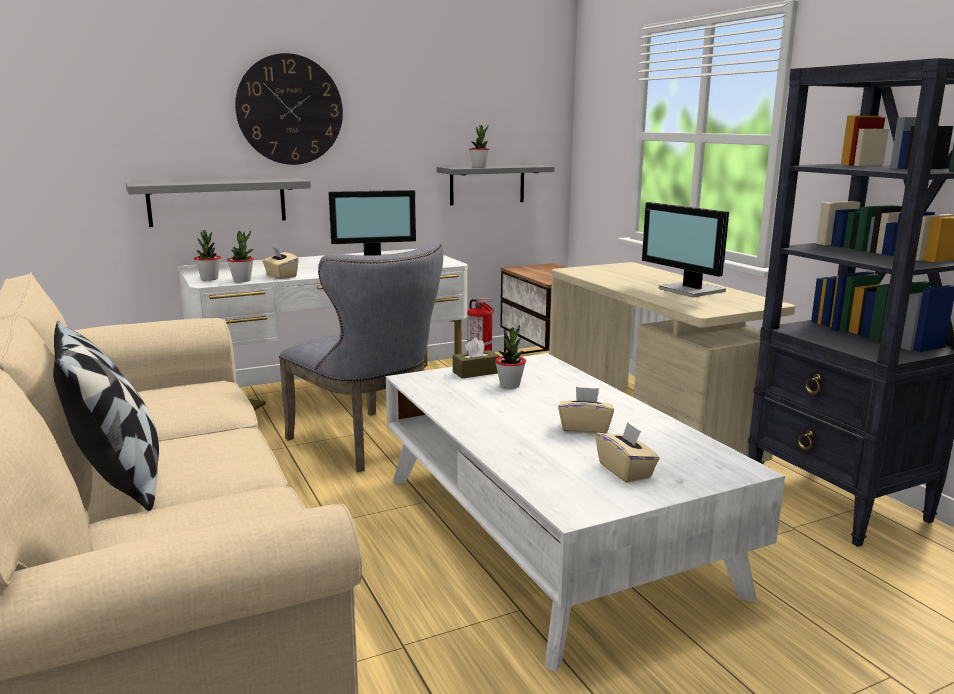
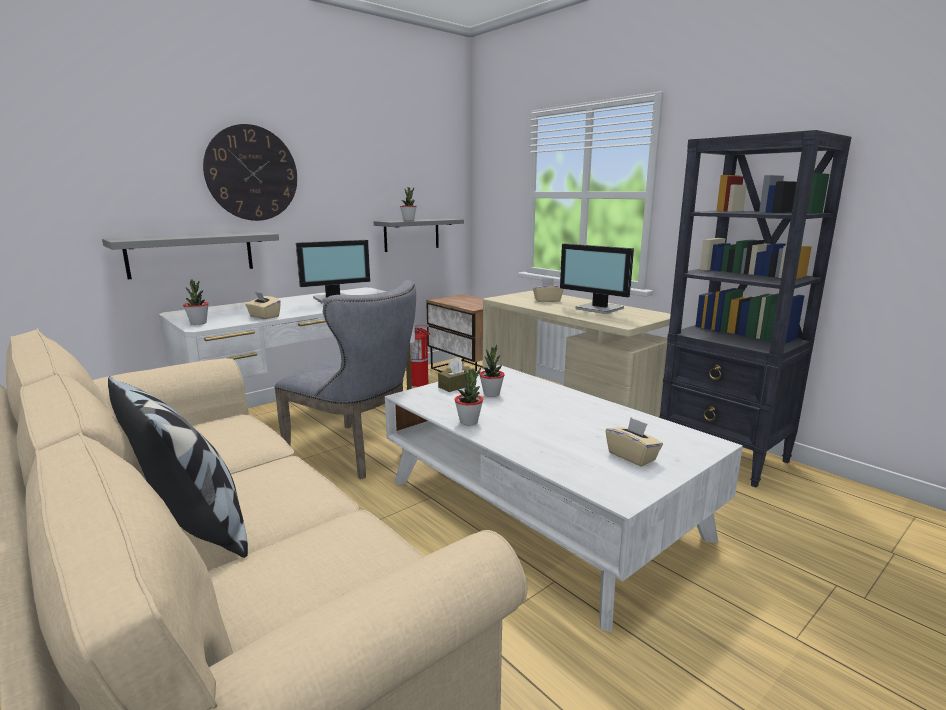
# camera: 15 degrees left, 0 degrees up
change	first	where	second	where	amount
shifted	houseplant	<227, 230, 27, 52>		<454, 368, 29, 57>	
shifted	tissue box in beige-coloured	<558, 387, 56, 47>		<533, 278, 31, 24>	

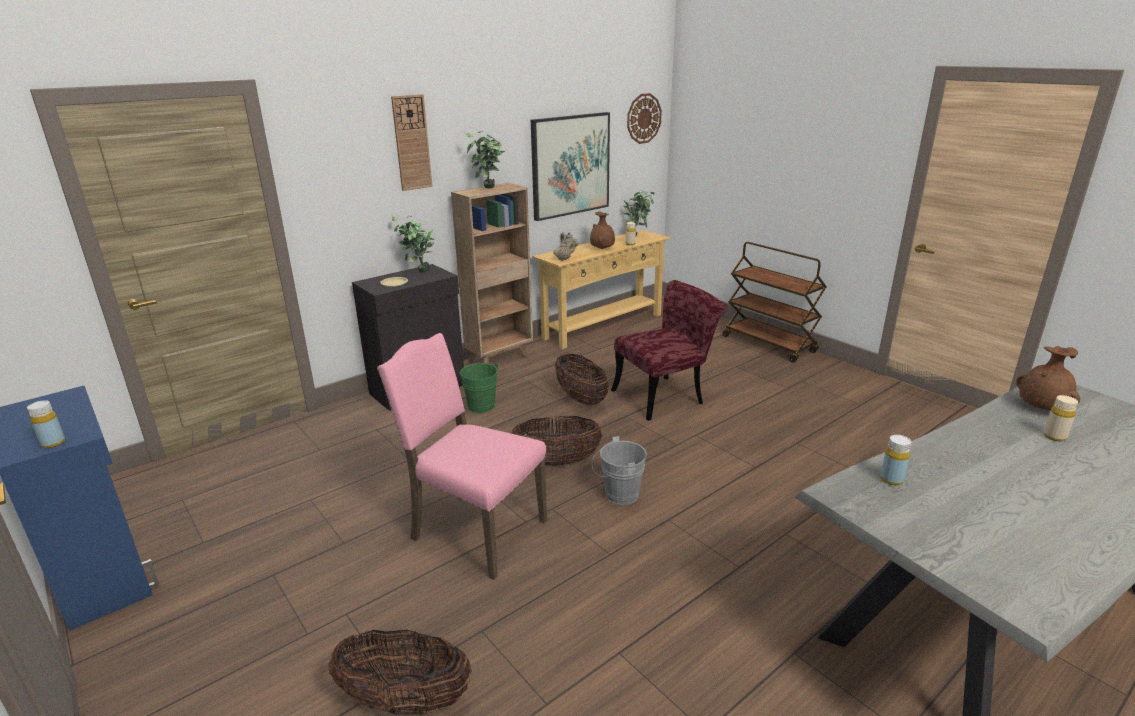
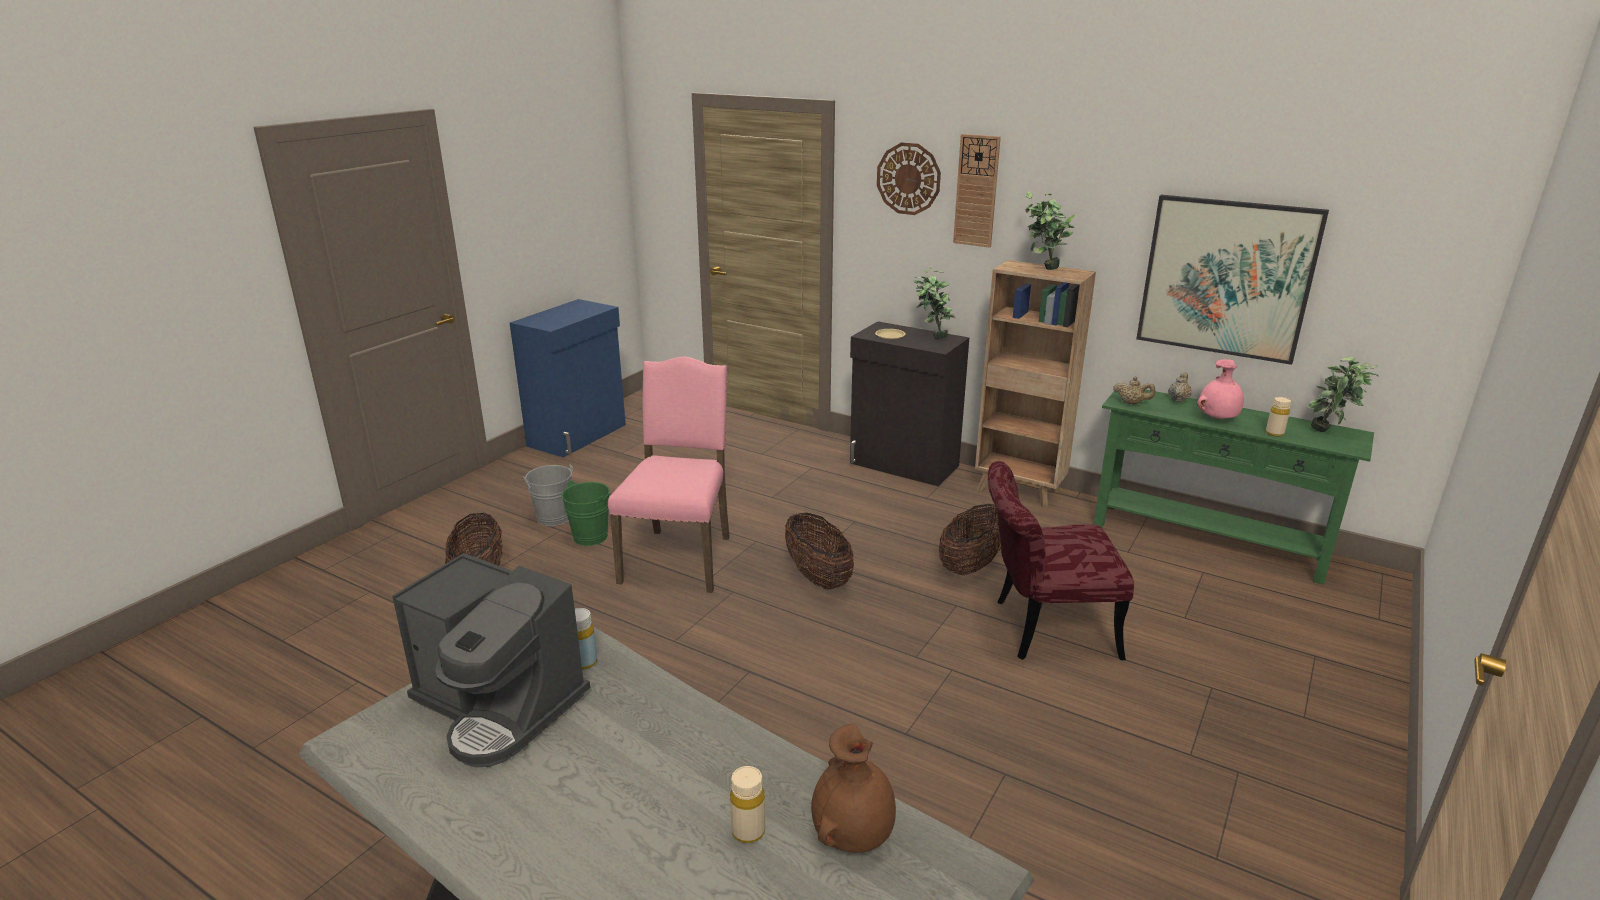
# camera: 70 degrees right, 0 degrees up
change	first	where	second	where	amount
shifted	wall clock	<627, 93, 35, 51>		<877, 142, 64, 73>	
repainted	vase in brown	<590, 212, 25, 37>	vase in pinkish	<1197, 359, 47, 60>	
repainted	hall table in beige-coloured	<532, 230, 139, 119>	hall table in green-coloured	<1094, 389, 280, 196>	
gone	trolley in brown	<723, 242, 104, 121>			
rotated	upright chair in red-coloured	<611, 280, 116, 141>		<988, 461, 146, 199>	135 degrees clockwise
shifted	water bucket in green-coloured	<459, 363, 39, 50>		<561, 480, 50, 66>	
gone	beverage bottle in yellowish	<27, 400, 38, 48>			
shifted	water bucket in gray	<592, 436, 55, 69>		<523, 464, 50, 62>	
new			coffee brewer	<392, 553, 198, 214>	

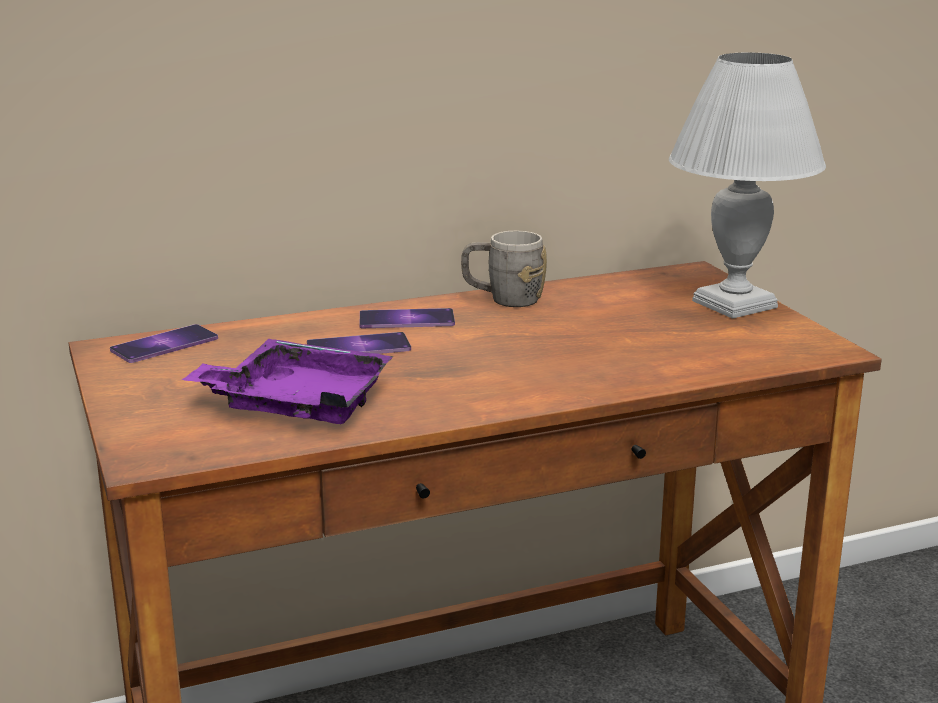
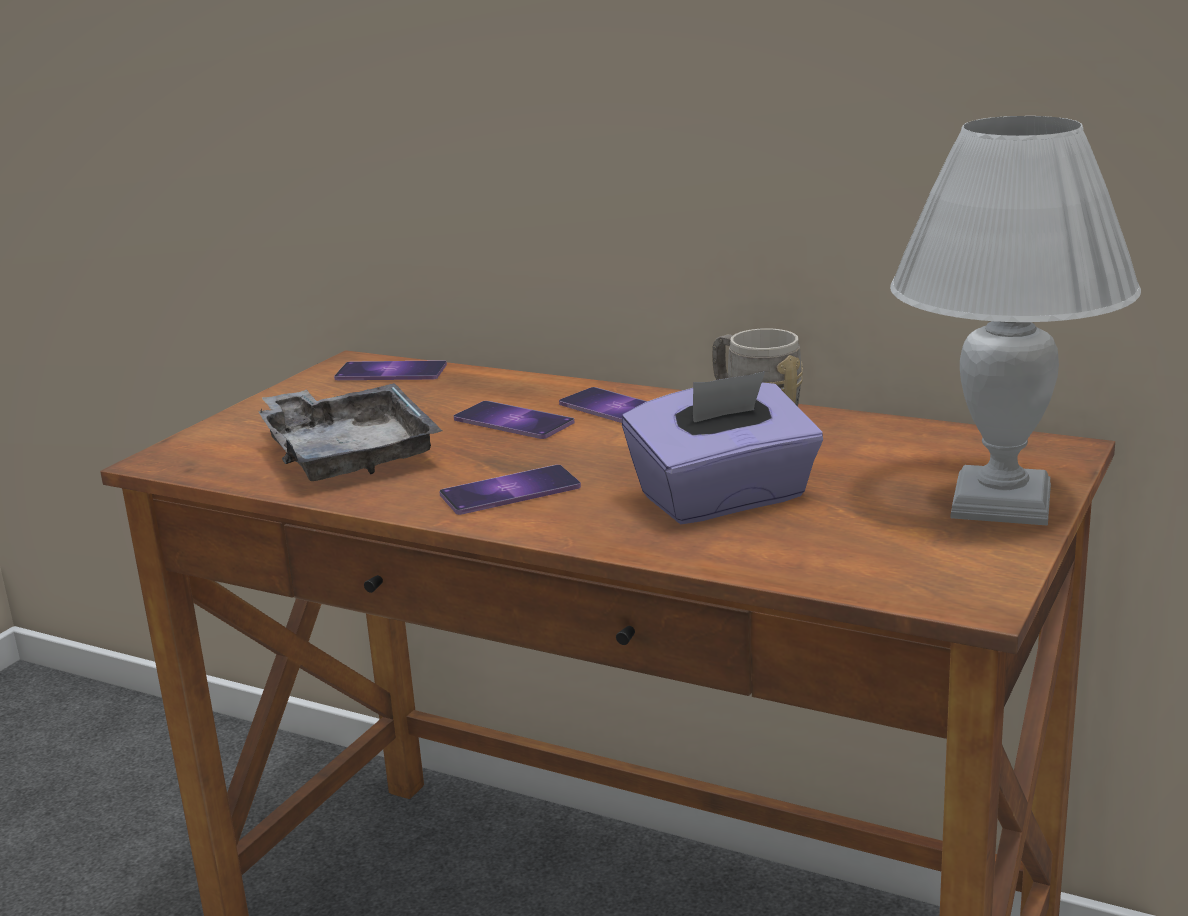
# camera: 50 degrees right, 0 degrees up
change	first	where	second	where	amount
repainted	serving tray in purple-coloured	<181, 339, 212, 85>	serving tray in gray	<258, 383, 184, 98>	
new			tissue box in purple-coloured	<622, 371, 201, 154>	
new			handset	<439, 465, 142, 50>	

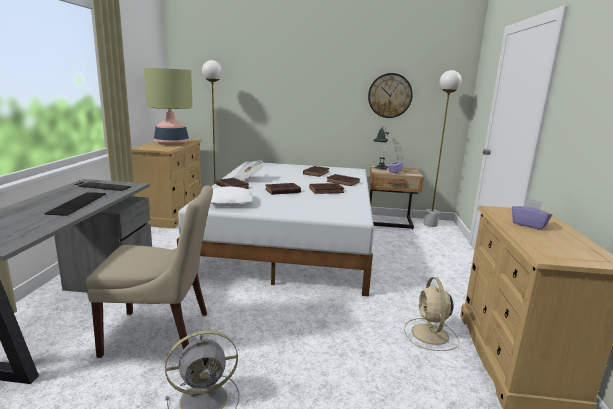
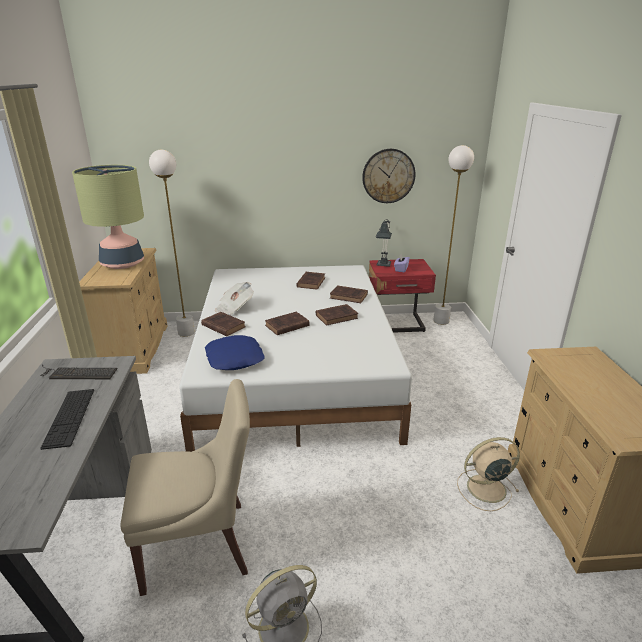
# camera: 10 degrees left, 10 degrees up
change	first	where	second	where	amount
repainted	night table in beige-coloured	<369, 166, 55, 63>	night table in red-coloured	<369, 259, 67, 74>	
repainted	cushion in white	<211, 186, 42, 20>	cushion in blue-coloured	<205, 335, 60, 35>	
gone	tissue box in purple-coloured	<512, 198, 40, 32>			
rotated	electric fan in beige-coloured	<404, 277, 55, 74>		<457, 437, 63, 74>	90 degrees clockwise

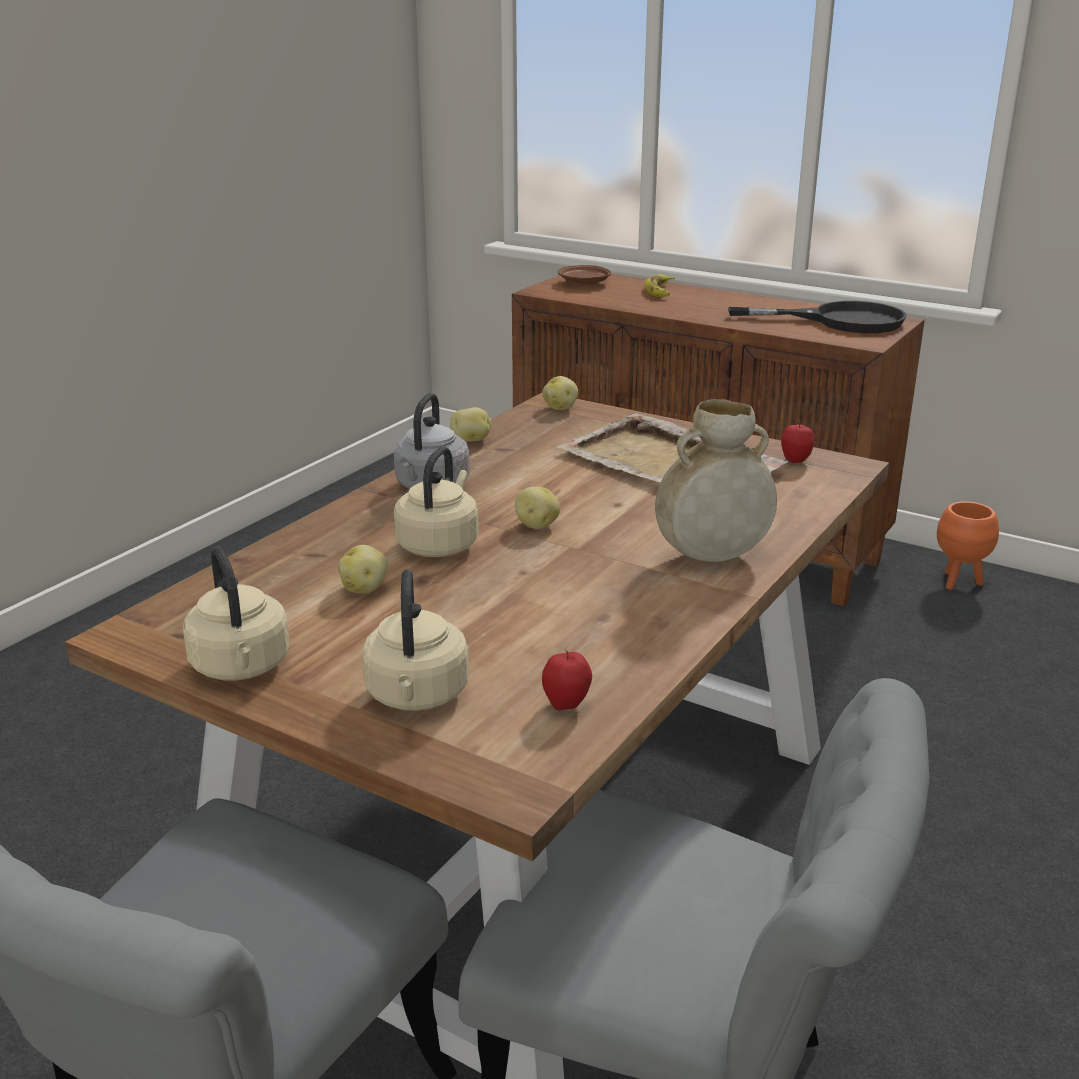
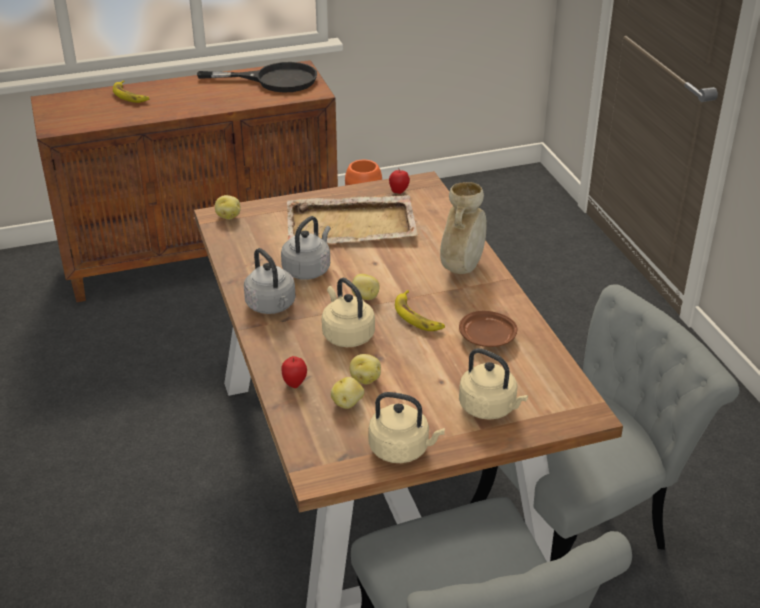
# camera: 50 degrees left, 10 degrees up
change	first	where	second	where	amount
shifted	flat dish in brown	<558, 265, 53, 20>		<459, 311, 58, 36>	
rotated	skillet in black	<728, 301, 178, 32>		<197, 62, 120, 31>	45 degrees clockwise
shifted	spud	<450, 407, 42, 35>		<331, 377, 33, 32>	
shifted	apple	<542, 650, 50, 60>		<281, 356, 26, 32>	
new			tea kettle in gray	<281, 216, 50, 64>	
new			whole banana	<395, 290, 50, 41>	

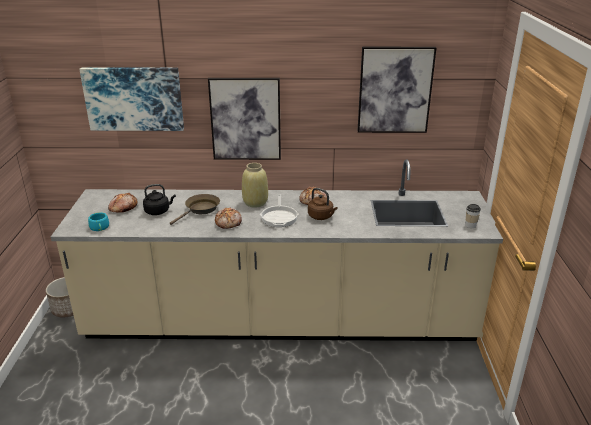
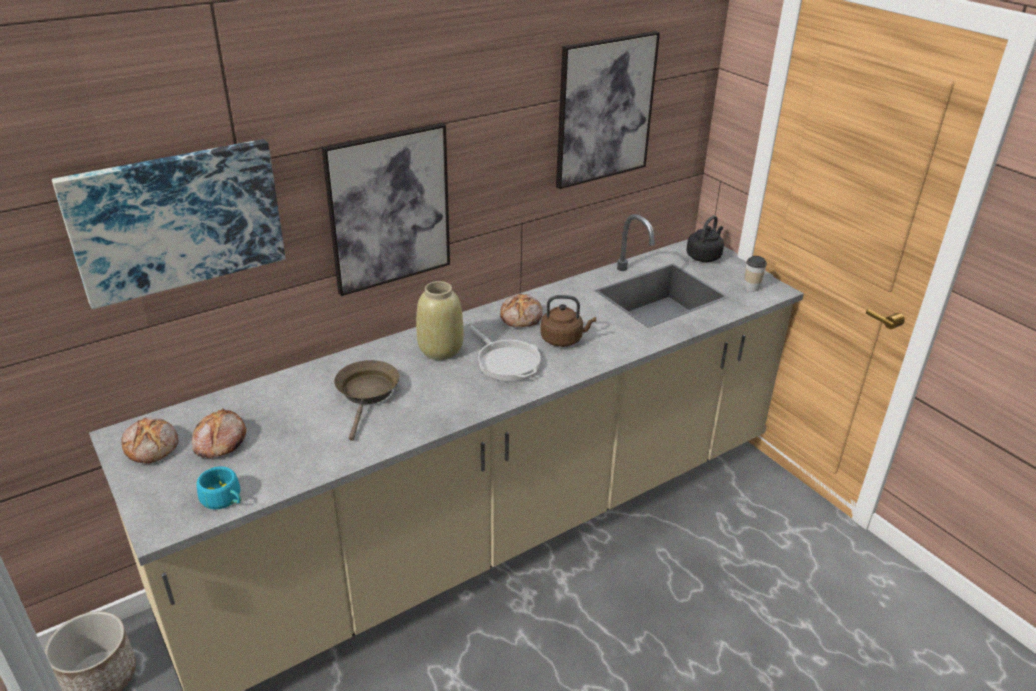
# camera: 35 degrees left, 5 degrees up
change	first	where	second	where	amount
shifted	tea kettle in black	<143, 184, 33, 31>		<687, 215, 37, 47>	
shifted	bread	<215, 207, 27, 22>		<121, 418, 57, 46>	

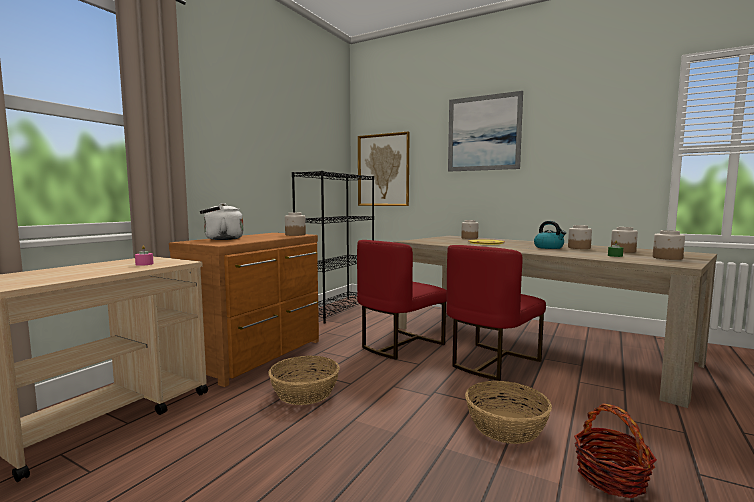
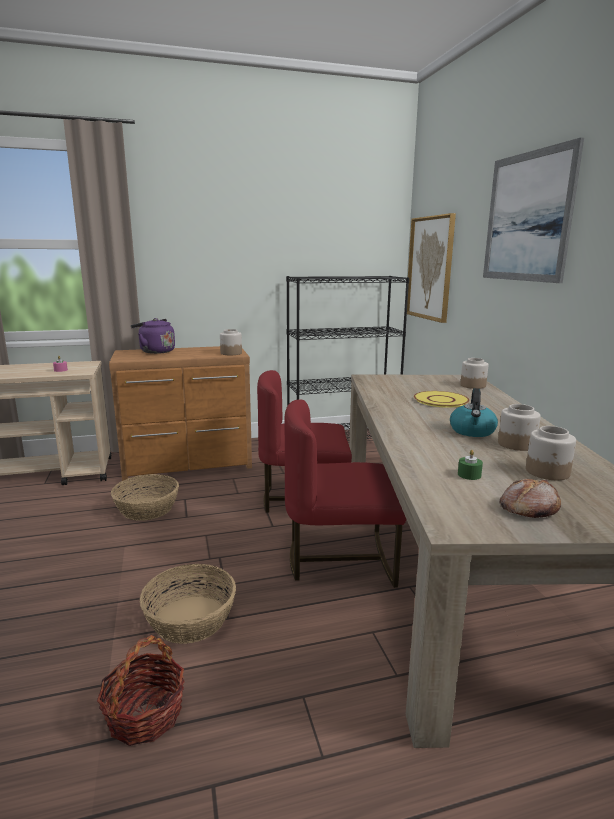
# camera: 45 degrees right, 10 degrees up
change	first	where	second	where	amount
repainted	tea kettle in white	<200, 203, 44, 37>	tea kettle in purple-coloured	<131, 318, 44, 36>	
swapped	preserve jar	<653, 230, 32, 30>	bread	<499, 478, 62, 40>	

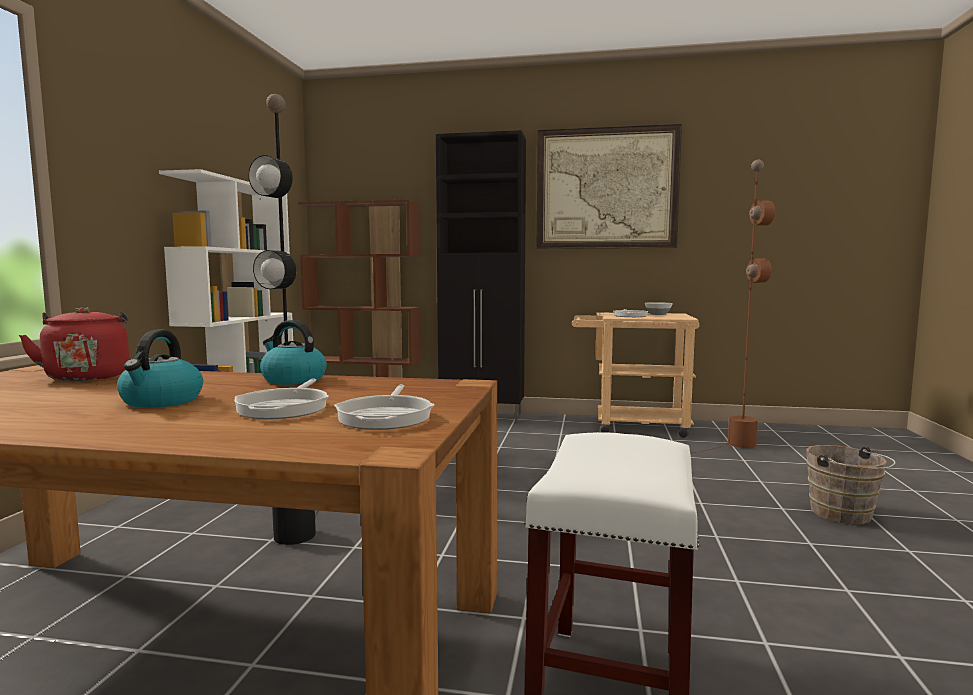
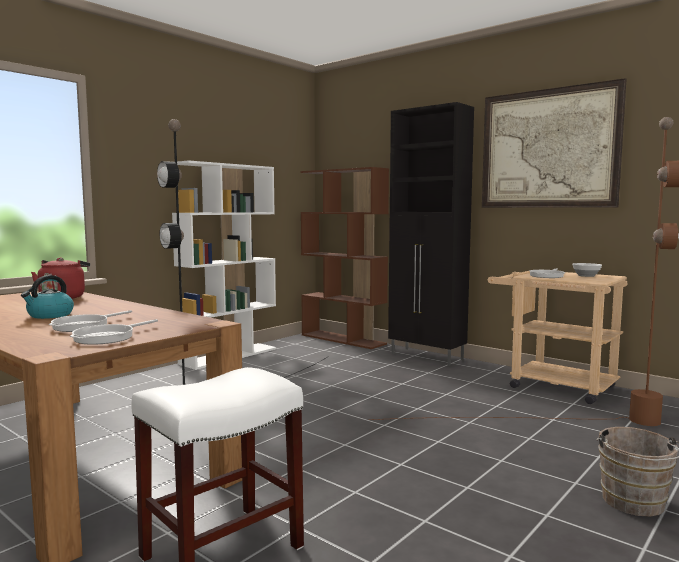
# camera: 30 degrees right, 0 degrees up
change	first	where	second	where	amount
gone	tea kettle	<260, 320, 67, 65>			

